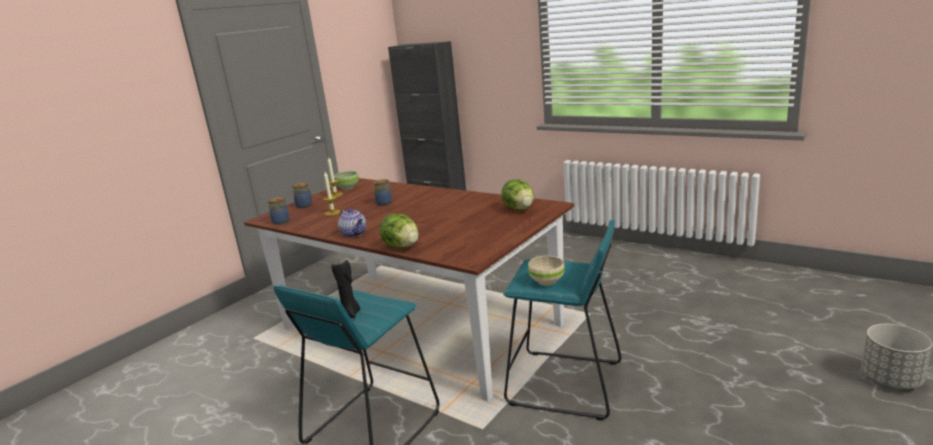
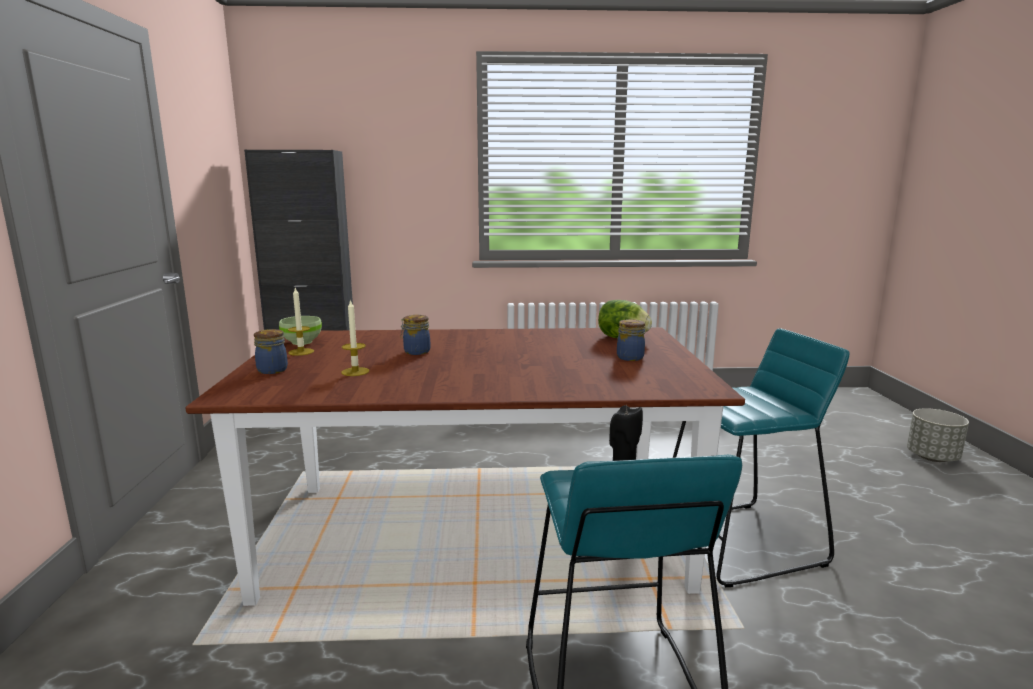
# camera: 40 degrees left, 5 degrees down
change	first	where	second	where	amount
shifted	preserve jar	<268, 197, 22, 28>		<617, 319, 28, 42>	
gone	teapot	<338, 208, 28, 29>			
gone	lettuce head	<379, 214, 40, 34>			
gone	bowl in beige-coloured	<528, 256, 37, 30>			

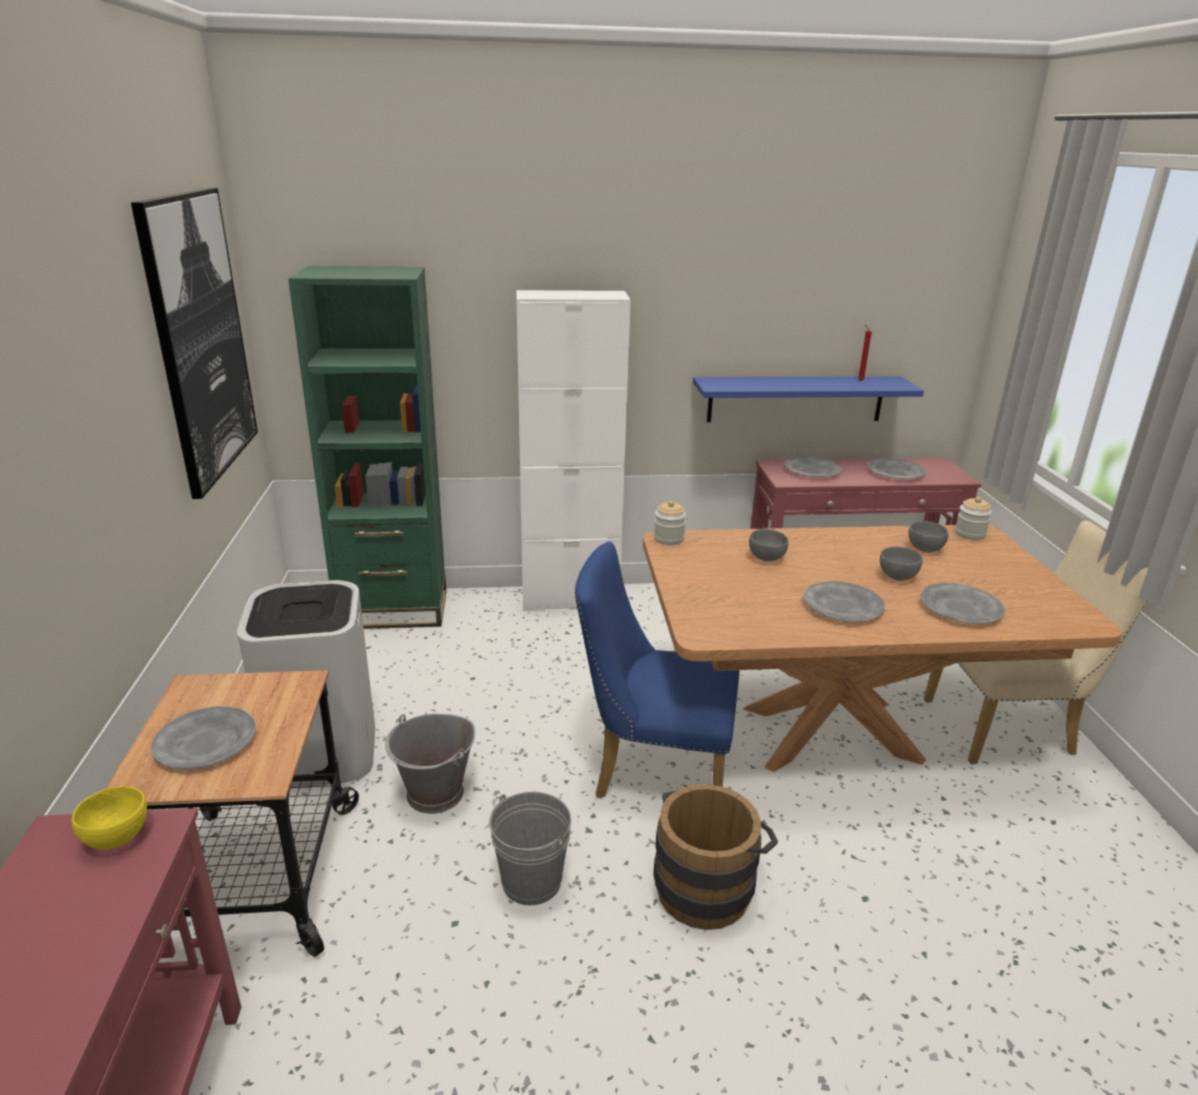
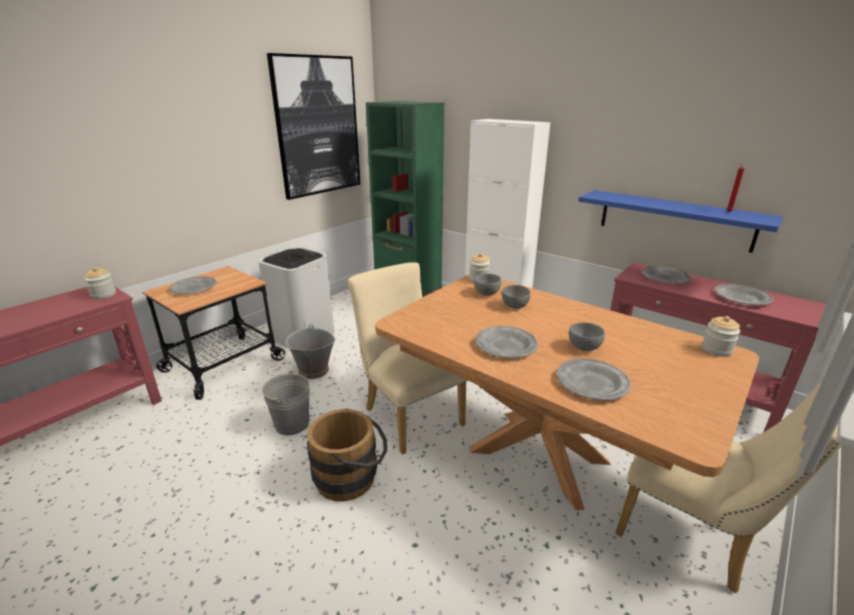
# camera: 45 degrees right, 0 degrees up
change	first	where	second	where	amount
shifted	bowl in gray	<908, 521, 40, 31>		<474, 274, 27, 22>	
repainted	upright chair in blue-coloured	<575, 542, 164, 256>	upright chair in beige-coloured	<348, 262, 120, 193>	
swapped	bowl in yellowish	<72, 786, 75, 63>	preserve jar	<85, 267, 31, 32>	

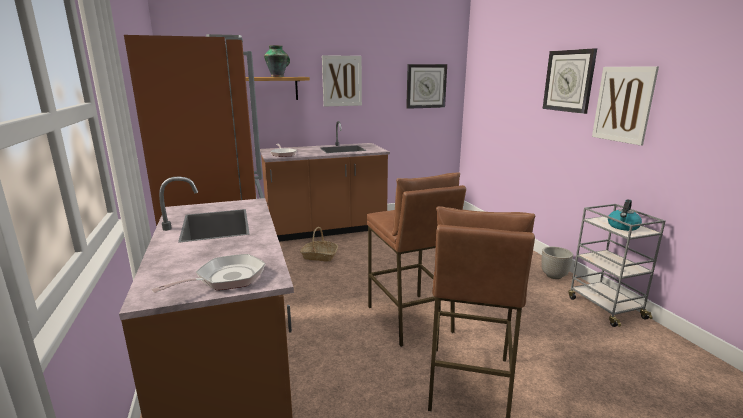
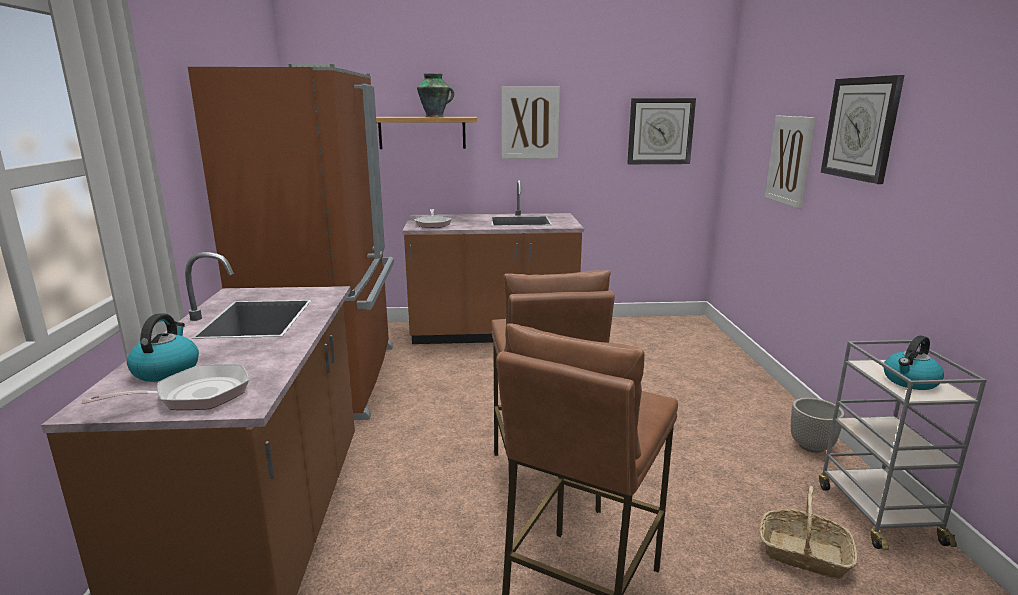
# camera: 15 degrees right, 0 degrees up
change	first	where	second	where	amount
shifted	wall art	<592, 66, 67, 80>		<765, 116, 51, 93>	
shifted	storage basket	<300, 227, 38, 35>		<760, 486, 98, 93>	
new			tea kettle	<127, 313, 72, 69>	

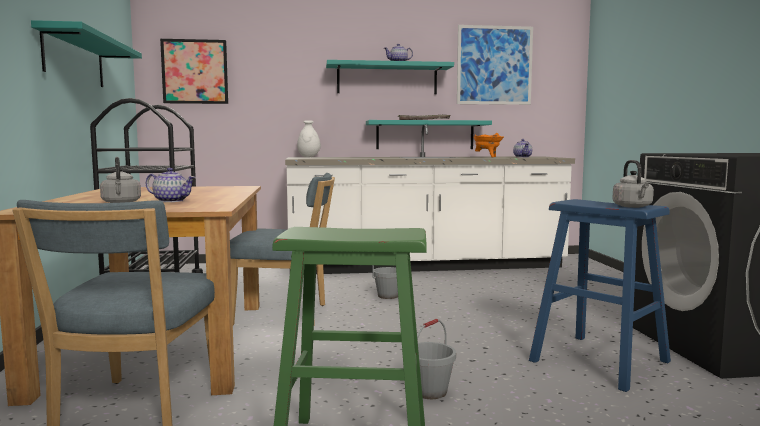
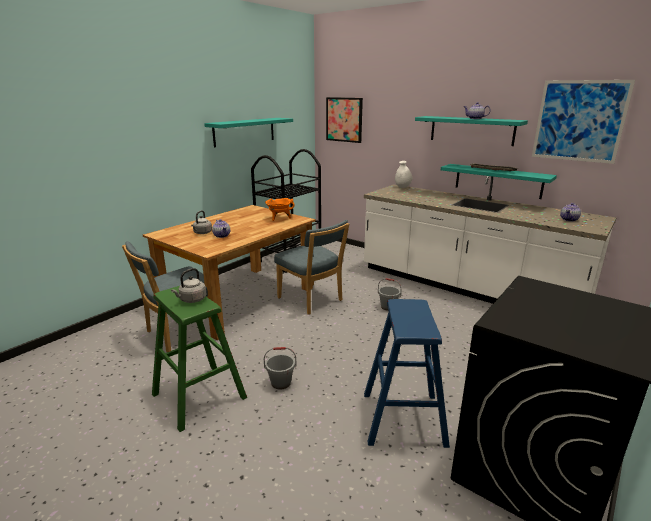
# camera: 45 degrees right, 15 degrees up
change	first	where	second	where	amount
shifted	saucepot in orange	<473, 133, 31, 25>		<265, 198, 29, 23>	
shifted	tea kettle in gray	<612, 160, 42, 48>		<171, 268, 36, 35>	

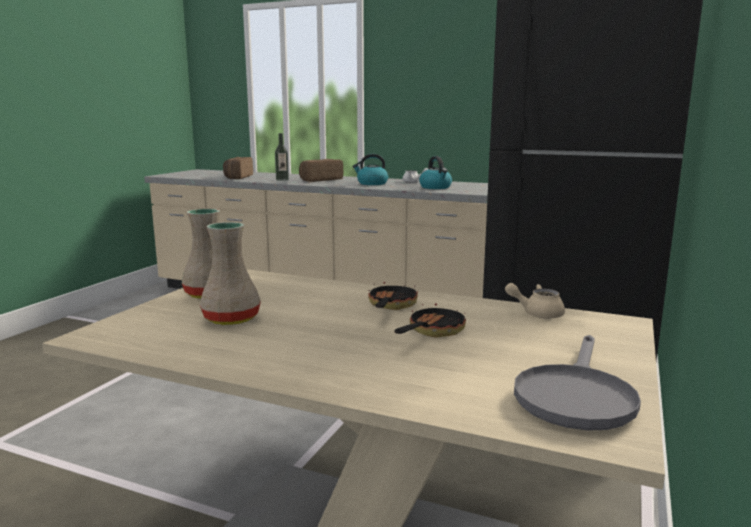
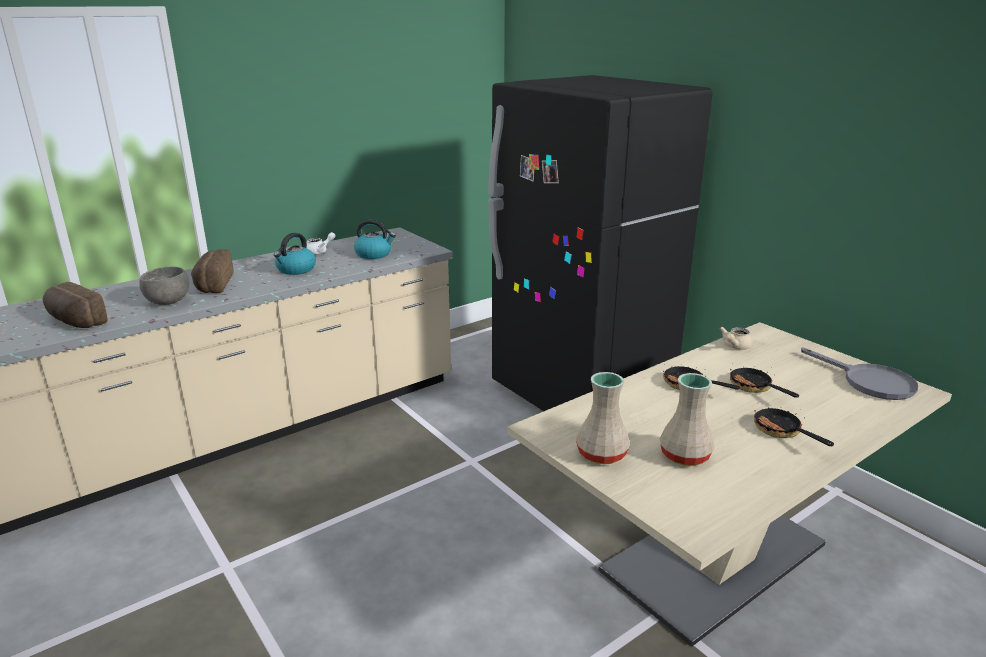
# camera: 60 degrees left, 10 degrees up
change	first	where	second	where	amount
swapped	beverage bottle	<275, 133, 14, 48>	bowl in gray	<139, 266, 51, 39>	
new			skillet	<754, 407, 80, 39>	

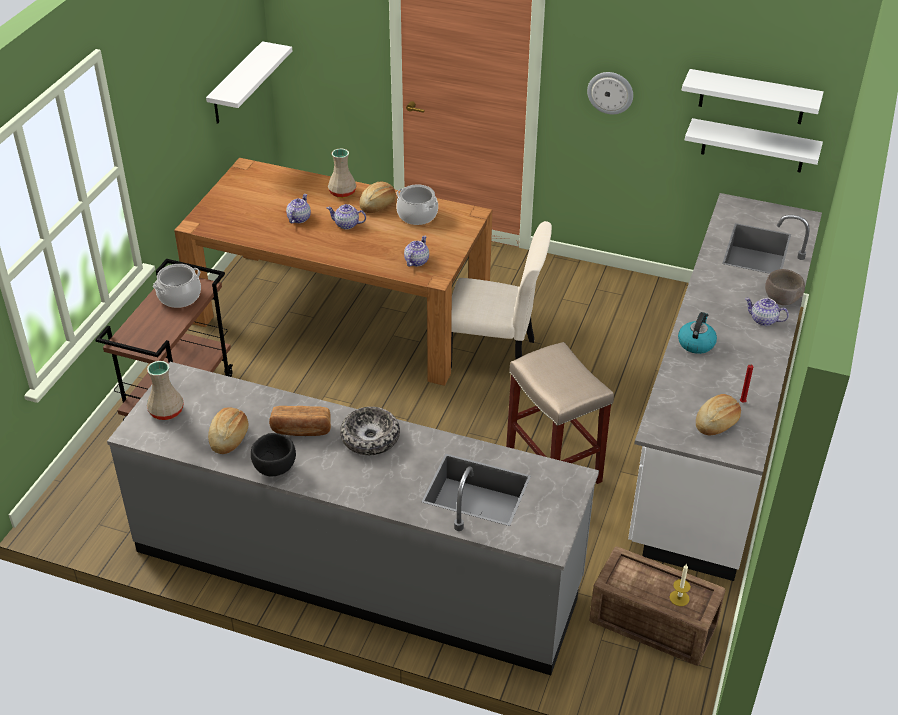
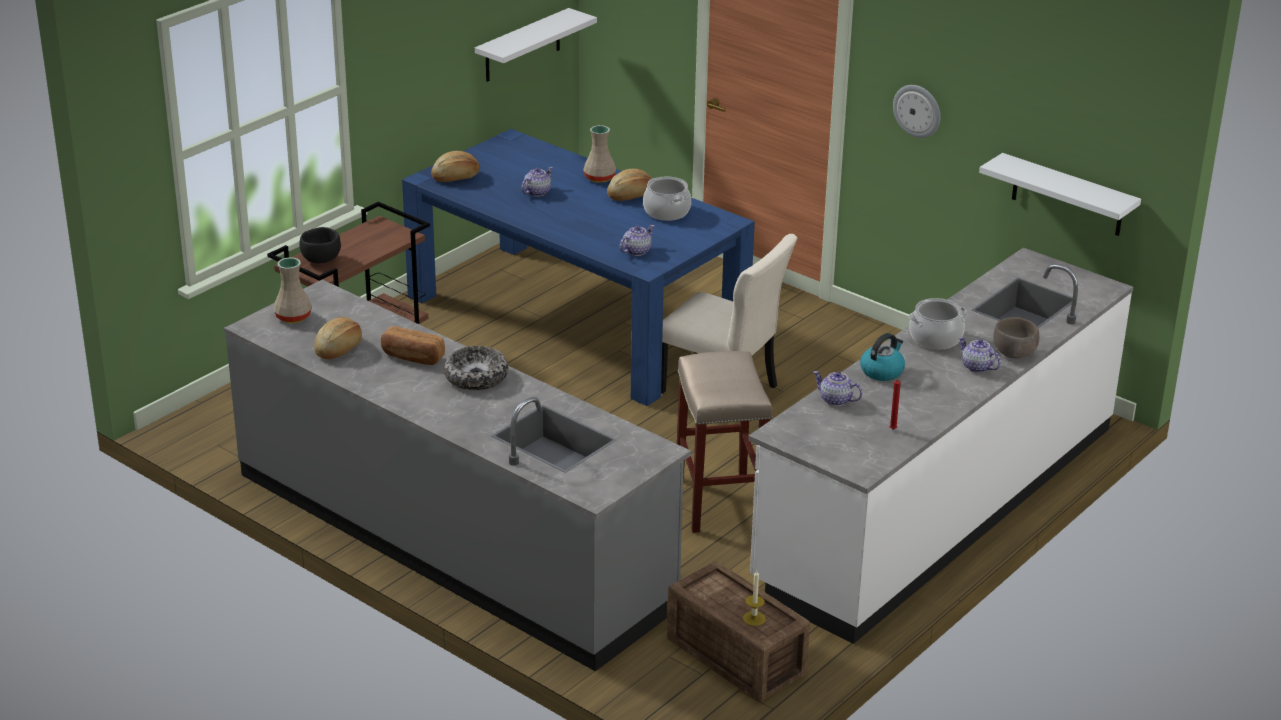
# camera: 20 degrees right, 10 degrees down
change	first	where	second	where	amount
gone	wall shelf in white	<682, 69, 142, 55>			
repainted	kitchen table in brown	<174, 158, 318, 228>	kitchen table in blue-coloured	<402, 129, 353, 277>	
shifted	teapot	<327, 204, 39, 25>		<813, 371, 50, 35>	
shifted	saucepot	<153, 264, 48, 44>		<909, 298, 59, 51>	
shifted	bread	<696, 394, 45, 41>		<431, 151, 49, 31>	
shifted	bowl in black	<251, 433, 45, 43>		<299, 227, 42, 36>	

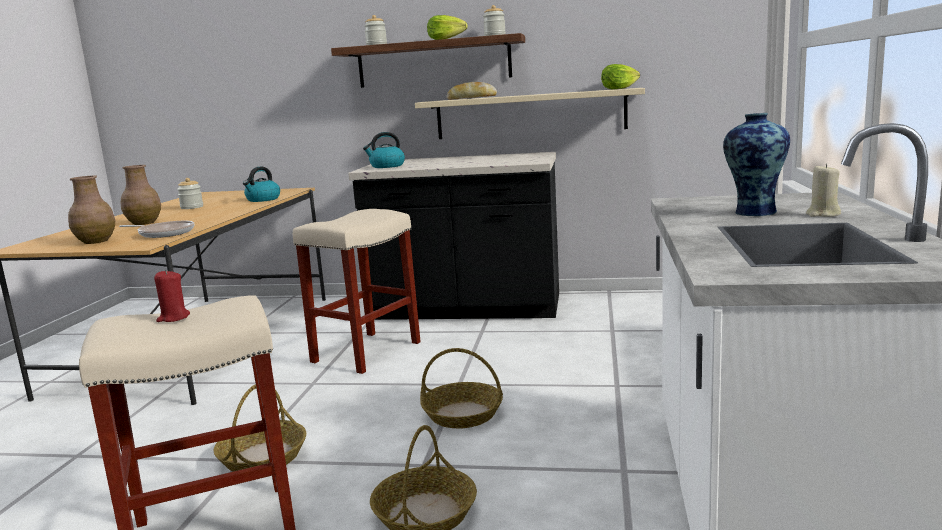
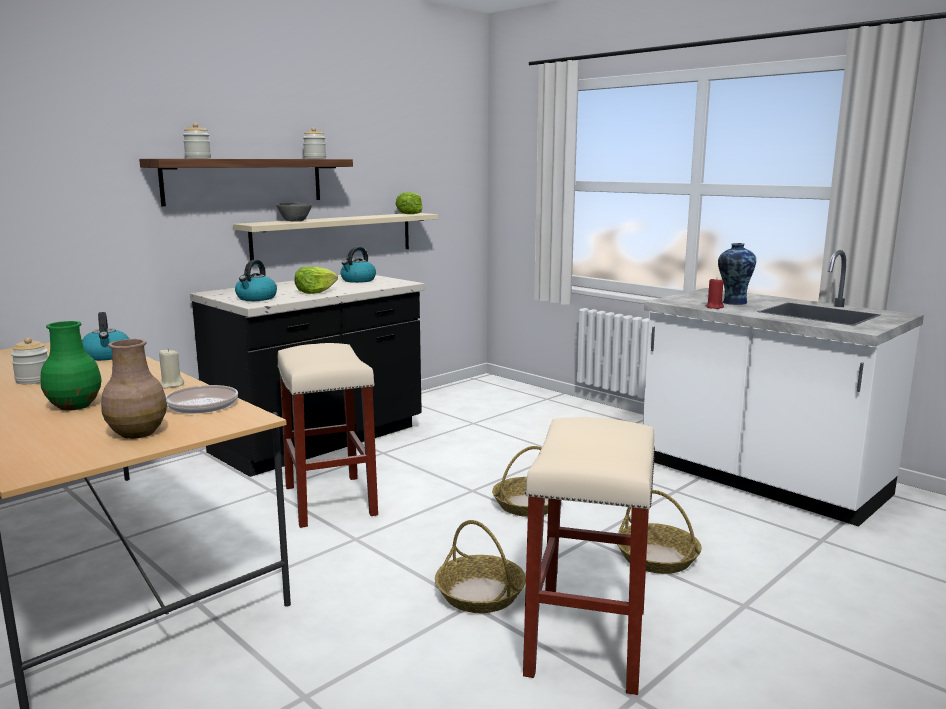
# camera: 55 degrees left, 0 degrees up
change	first	where	second	where	amount
shifted	lettuce head	<427, 15, 40, 25>		<294, 266, 44, 28>	
swapped	bread	<447, 82, 50, 18>	bowl in gray	<276, 203, 36, 19>	
shifted	wax light in beige-coloured	<806, 163, 35, 54>		<159, 349, 25, 40>	
repainted	vase in brown	<121, 165, 40, 60>	vase in green-coloured	<40, 321, 62, 90>	
shifted	wax light in red-coloured	<154, 270, 36, 52>		<706, 279, 18, 30>	
new			tea kettle	<340, 247, 36, 36>	

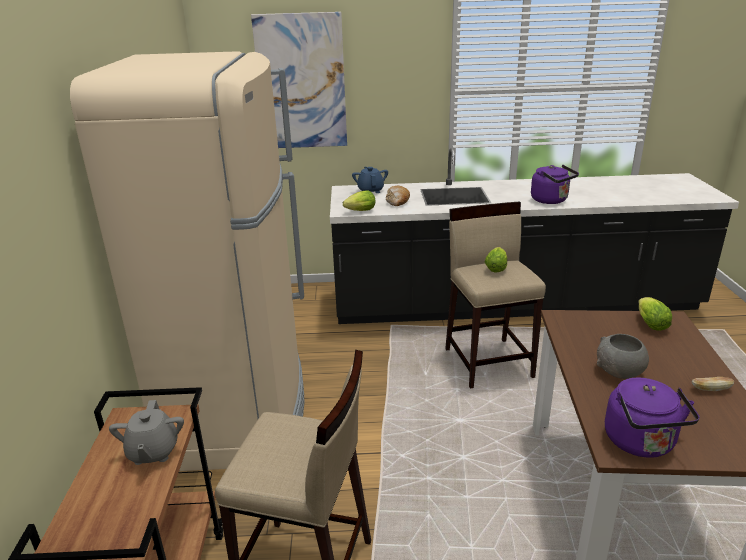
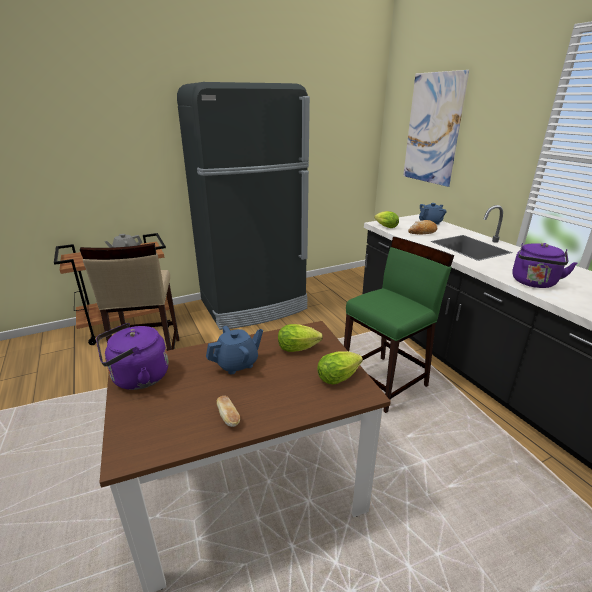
# camera: 65 degrees right, 0 degrees up
change	first	where	second	where	amount
repainted	refrigerator in beige-coloured	<70, 51, 234, 420>	refrigerator in black	<177, 82, 133, 248>	
repainted	stool seat in beige-coloured	<445, 202, 101, 187>	stool seat in green-coloured	<344, 237, 110, 176>	
shifted	lettuce head	<485, 247, 22, 26>		<278, 324, 45, 28>	
swapped	bowl in gray	<597, 334, 52, 45>	teapot in blue-coloured	<206, 326, 57, 48>	

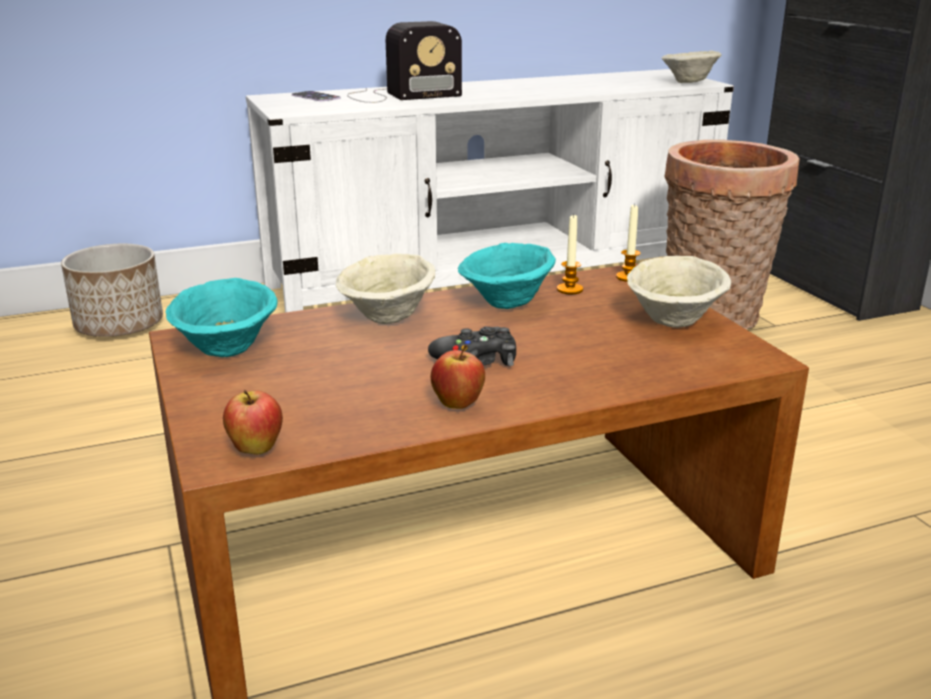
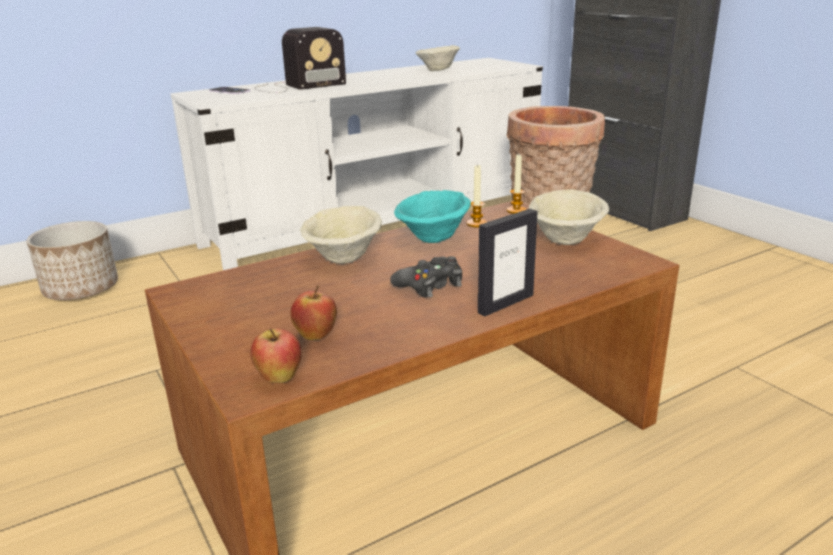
# camera: 10 degrees left, 0 degrees up
change	first	where	second	where	amount
shifted	bowl in beige-coloured	<661, 50, 61, 33>		<415, 45, 45, 26>	
gone	bowl in blue-green	<166, 278, 112, 79>			
shifted	apple	<431, 344, 54, 65>		<290, 285, 47, 55>	
new			picture frame	<478, 209, 60, 108>	

